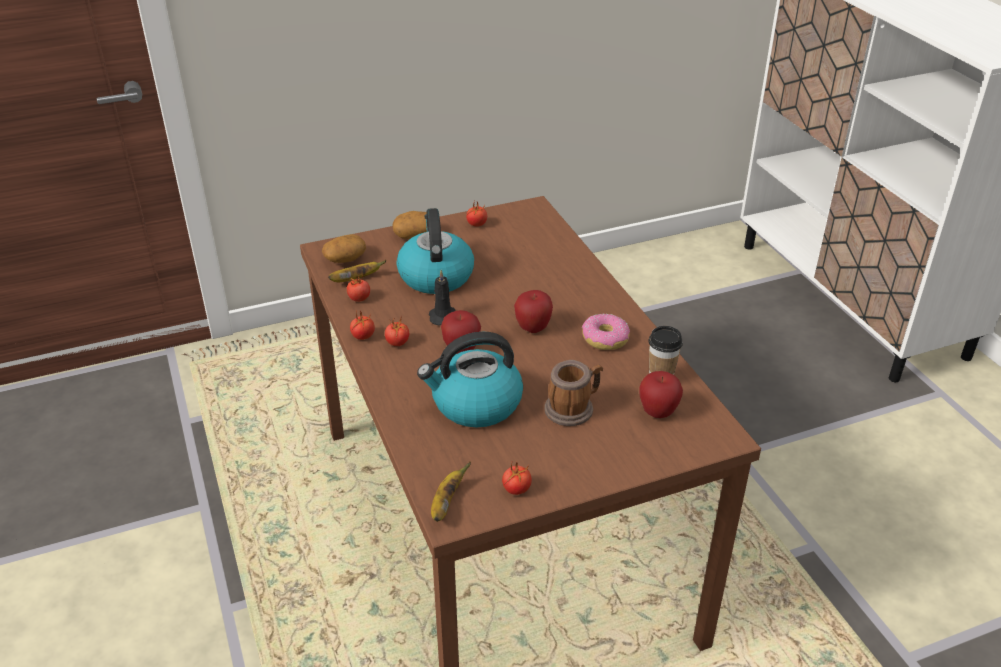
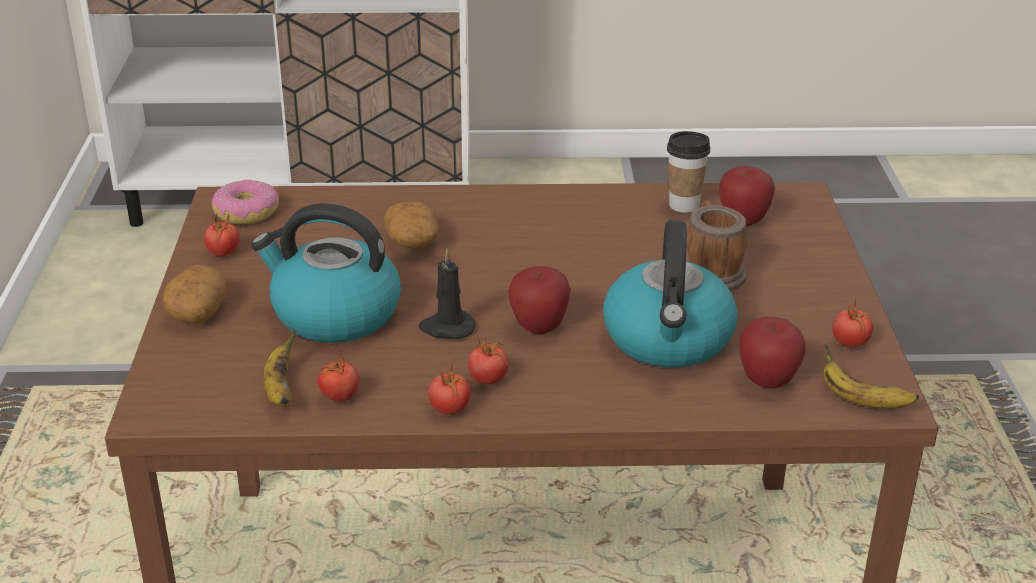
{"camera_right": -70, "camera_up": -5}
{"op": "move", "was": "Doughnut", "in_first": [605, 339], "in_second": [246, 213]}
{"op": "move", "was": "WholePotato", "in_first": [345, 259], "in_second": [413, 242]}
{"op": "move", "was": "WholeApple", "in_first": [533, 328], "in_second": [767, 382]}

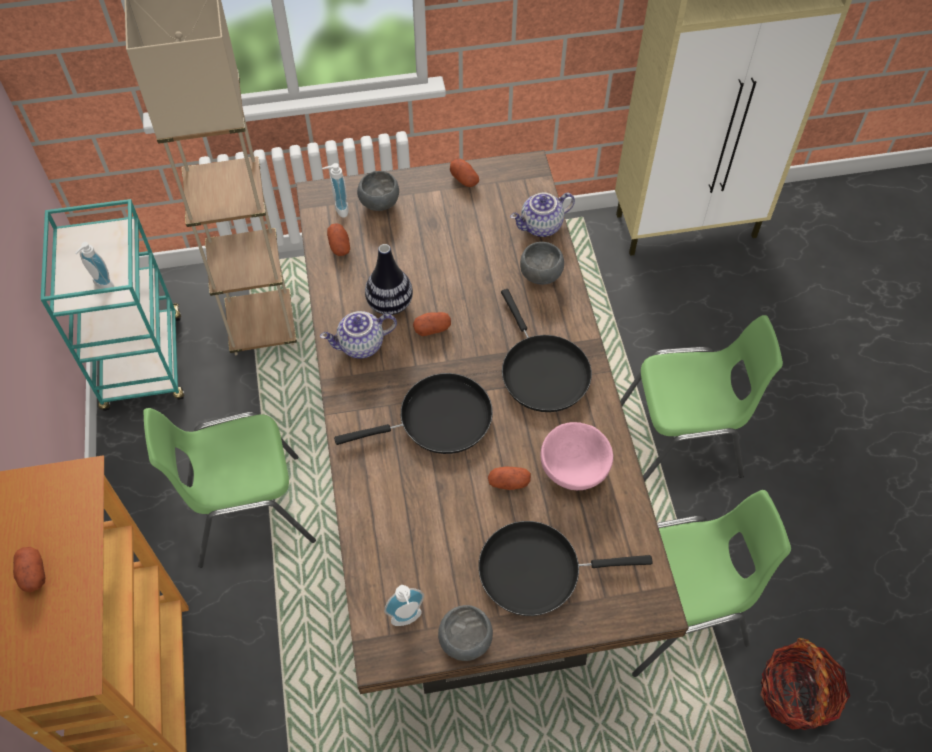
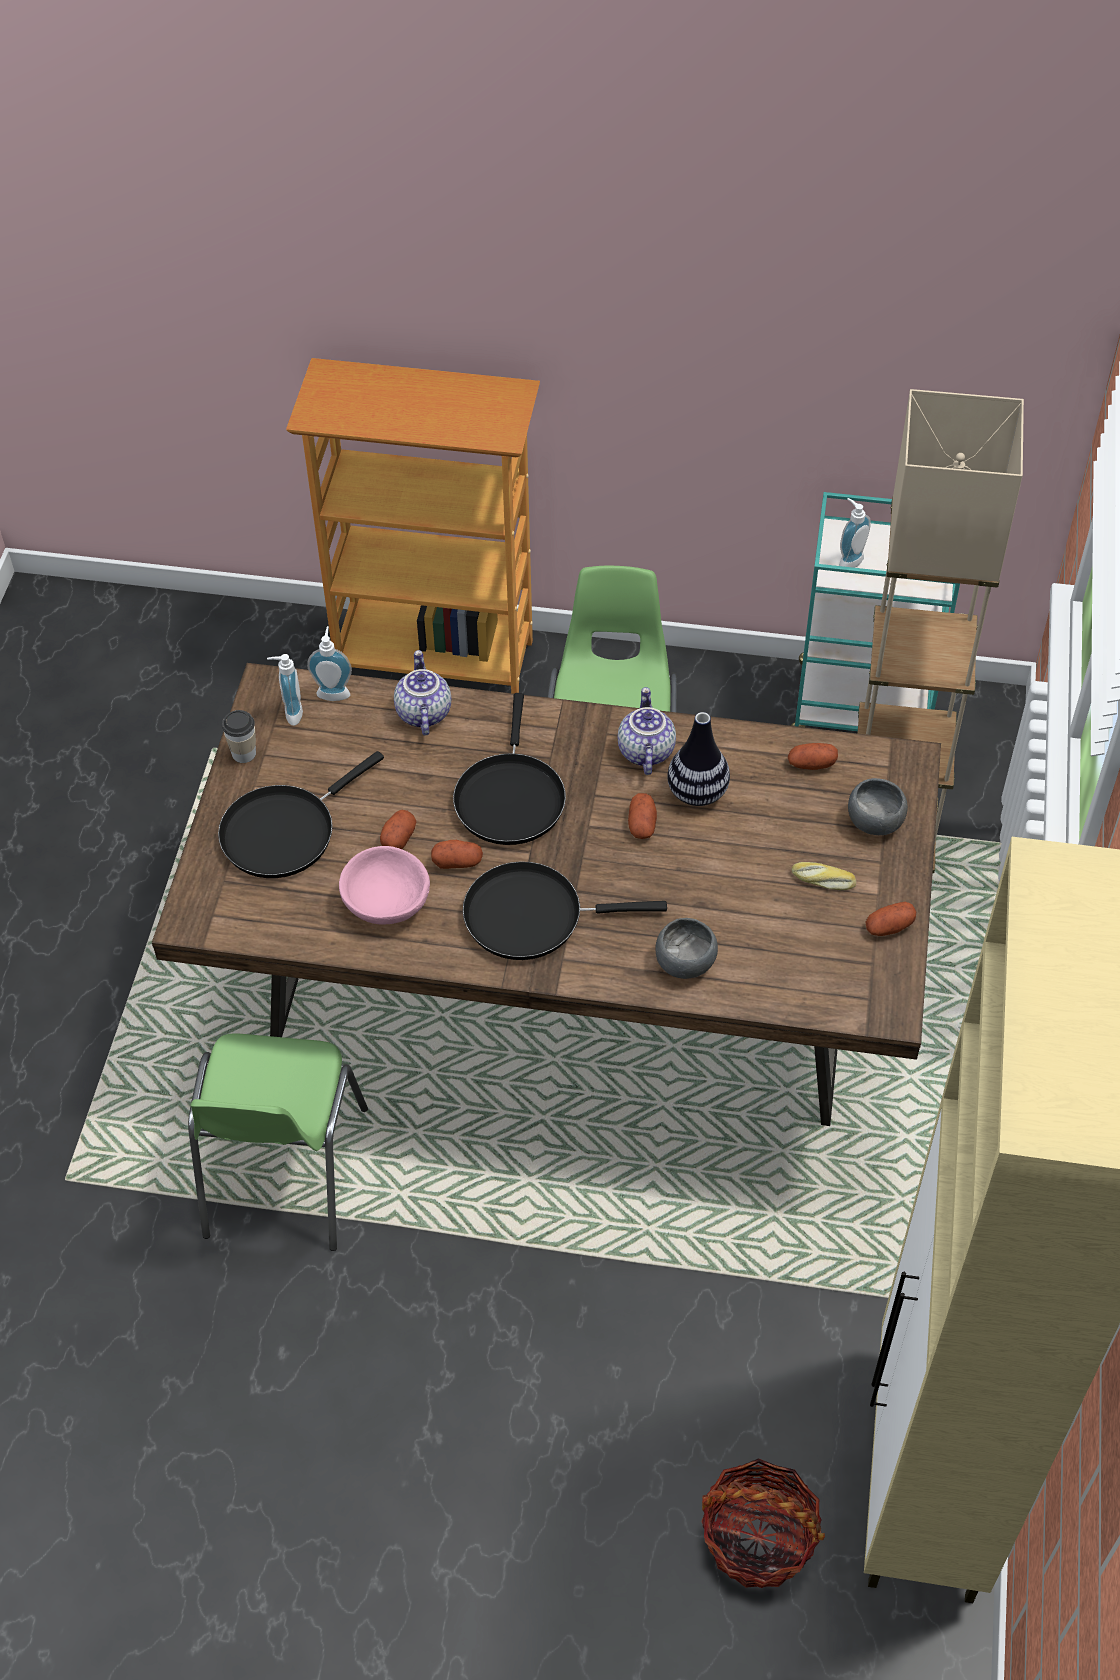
{"camera_right": 110, "camera_up": -5}
{"op": "rotate", "was": "BlackFryingPan", "in_first": [537, 570], "in_second": [284, 831], "clockwise": -150}
{"op": "replace", "was": "GrayServingBowl", "now": "DrinkingCup", "in_first": [467, 640], "in_second": [244, 753]}
{"op": "move", "was": "LiquidSoapBottle", "in_first": [338, 209], "in_second": [334, 692]}
{"op": "move", "was": "Teapot", "in_first": [541, 227], "in_second": [422, 713]}
{"op": "move", "was": "WholePotato", "in_first": [32, 573], "in_second": [457, 862]}
{"op": "move", "was": "HouseholdBasket", "in_first": [796, 694], "in_second": [757, 1538]}
{"op": "insert", "now": "Bread", "in_second": [822, 881]}
{"op": "delete", "was": "GreenishUprightChair", "in_first": [680, 443]}

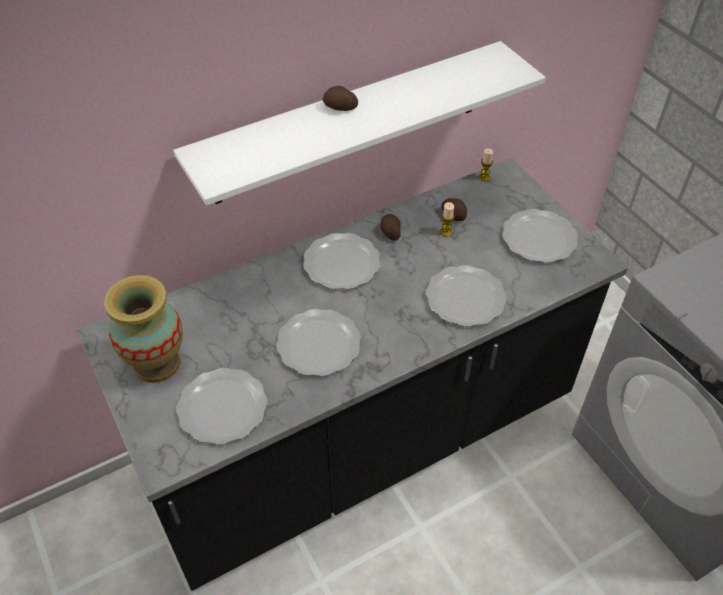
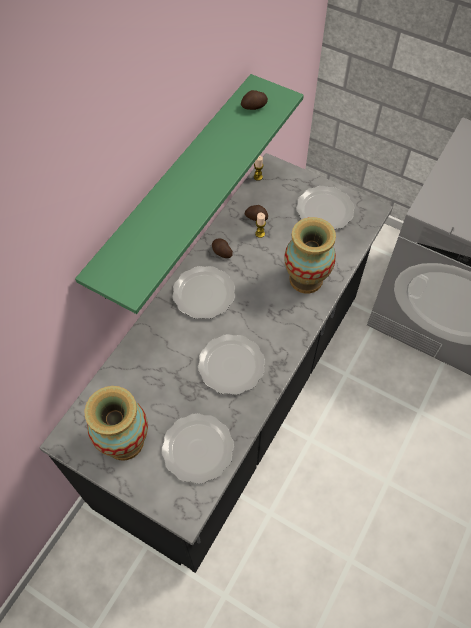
{"camera_right": -30, "camera_up": 10}
{"op": "recolor", "was": "WhitishShelf", "now": "GreenishShelf", "in_first": [349, 123], "in_second": [174, 187]}
{"op": "move", "was": "WholePotato", "in_first": [340, 108], "in_second": [254, 107]}
{"op": "replace", "was": "Plate", "now": "DecorativeVase", "in_first": [466, 297], "in_second": [306, 279]}

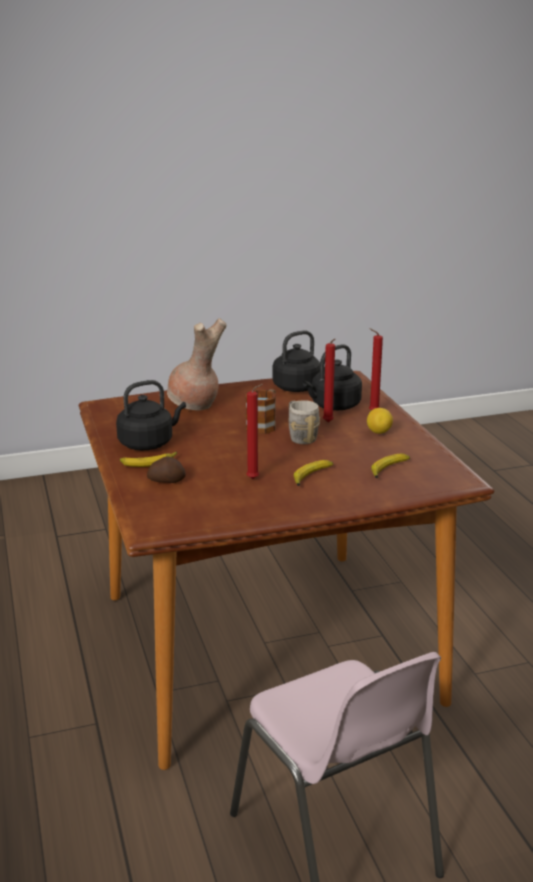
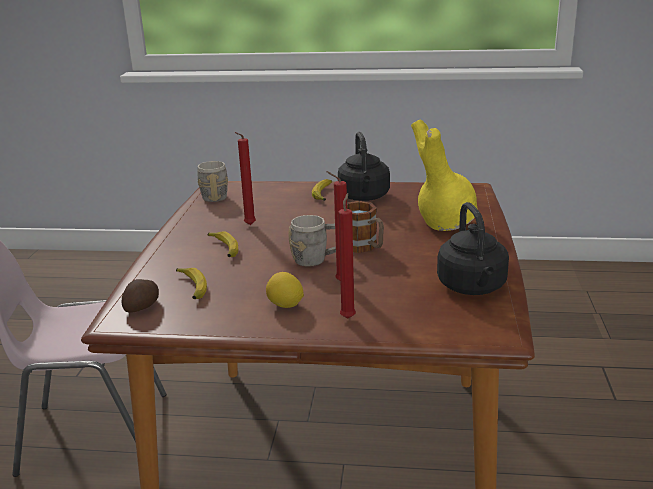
{"camera_right": 115, "camera_up": 0}
{"op": "move", "was": "WholePotato", "in_first": [166, 480], "in_second": [143, 307]}
{"op": "insert", "now": "GrayTeaMug", "in_second": [214, 195]}
{"op": "recolor", "was": "BrownColouredDecorativeVase", "now": "YellowishDecorativeVase", "in_first": [194, 406], "in_second": [443, 223]}
{"op": "delete", "was": "BlackTeaKettle", "in_first": [333, 406]}

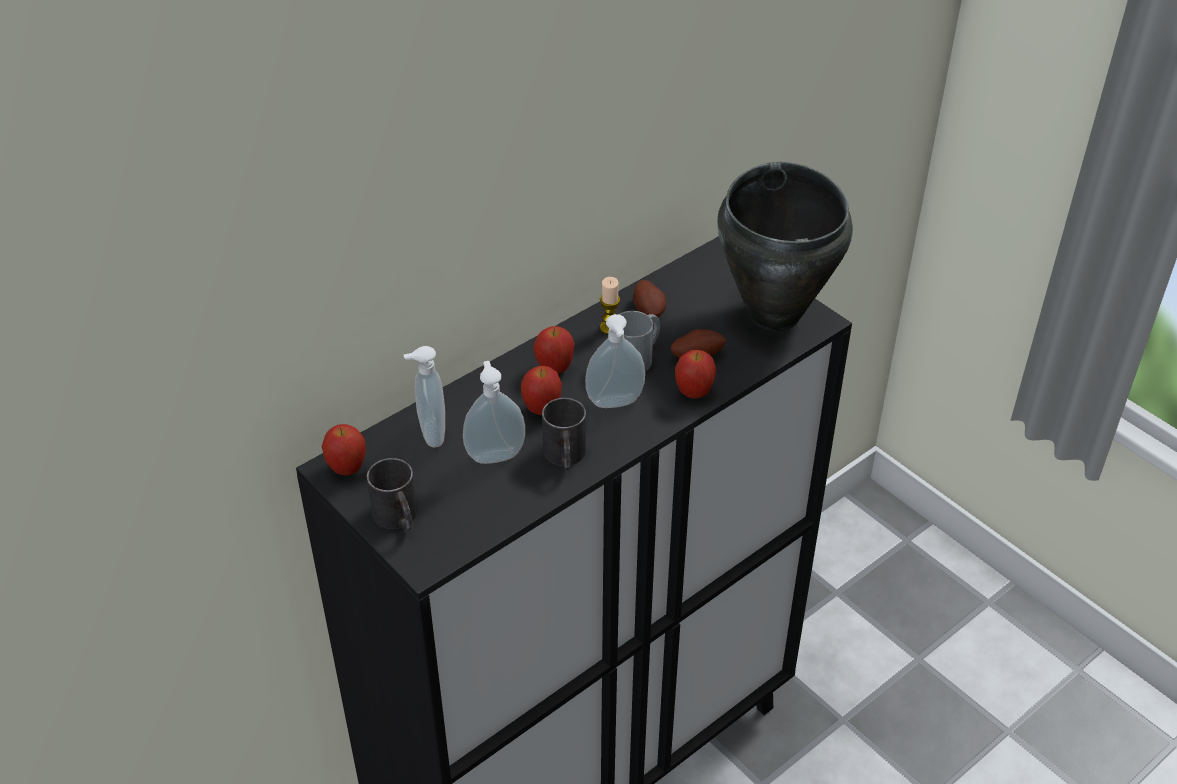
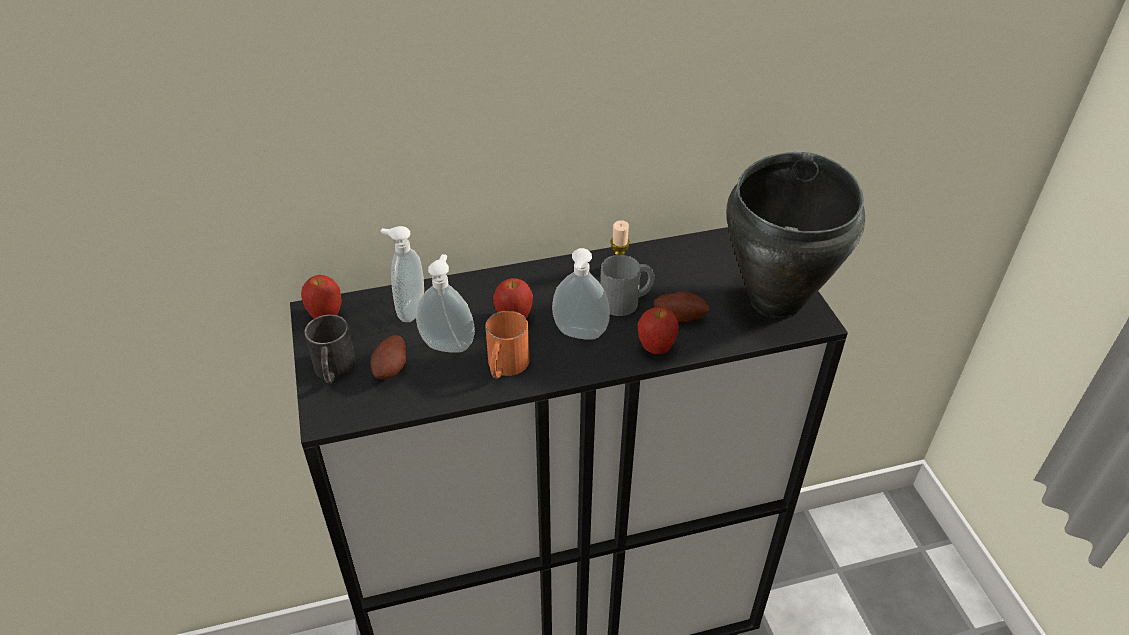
{"camera_right": 25, "camera_up": 0}
{"op": "move", "was": "WholePotato", "in_first": [649, 311], "in_second": [392, 369]}
{"op": "recolor", "was": "BlackTeaMug", "now": "OrangeColouredTeaMug", "in_first": [565, 457], "in_second": [505, 367]}
{"op": "delete", "was": "WholeApple", "in_first": [554, 369]}

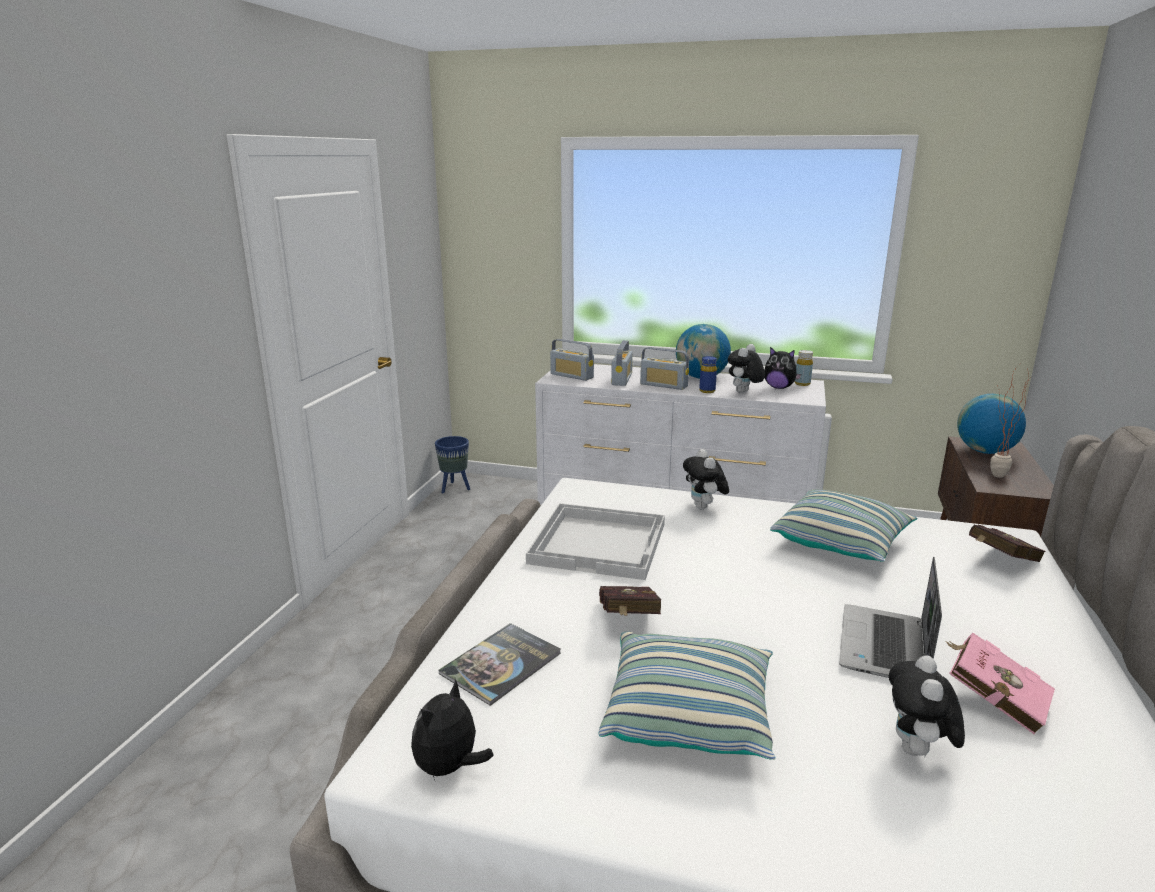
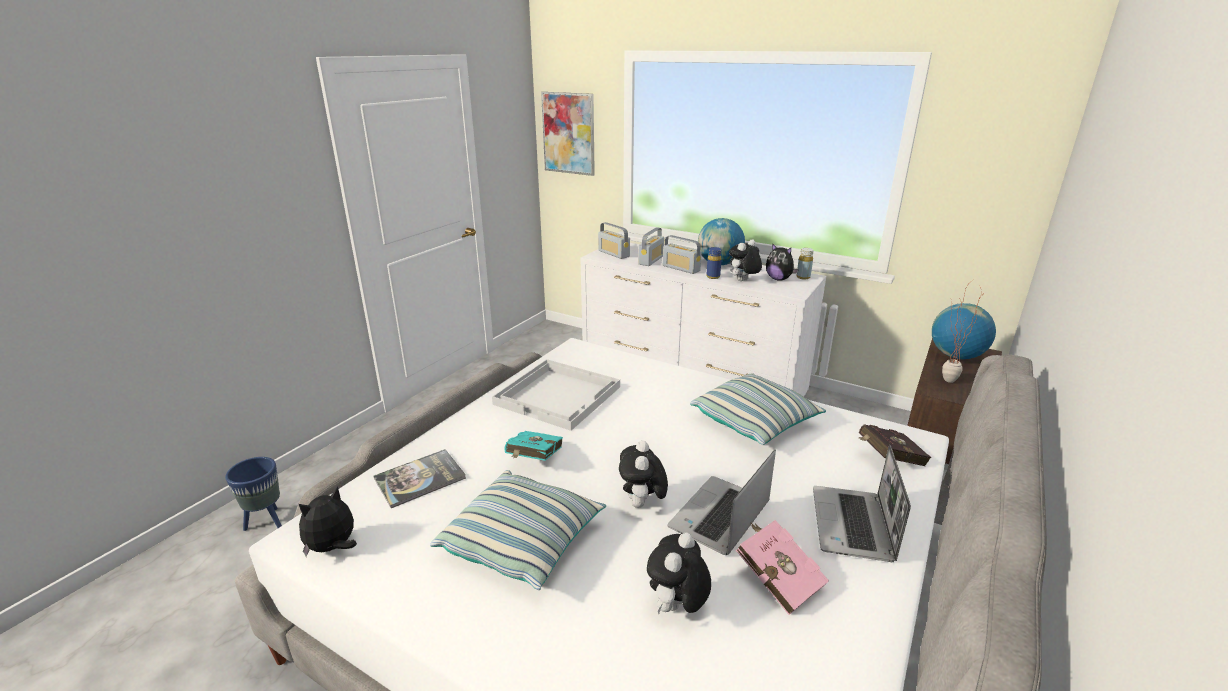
{"camera_right": 15, "camera_up": 5}
{"op": "move", "was": "BluishFlowerPot", "in_first": [454, 488], "in_second": [267, 522]}
{"op": "recolor", "was": "ReddishBoundBook", "now": "TurquoiseBoundBook", "in_first": [627, 620], "in_second": [533, 460]}
{"op": "insert", "now": "WallArt", "in_second": [569, 133]}
{"op": "move", "was": "PlushToy", "in_first": [704, 507], "in_second": [642, 505]}
{"op": "insert", "now": "NotebookComputer", "in_second": [853, 525]}

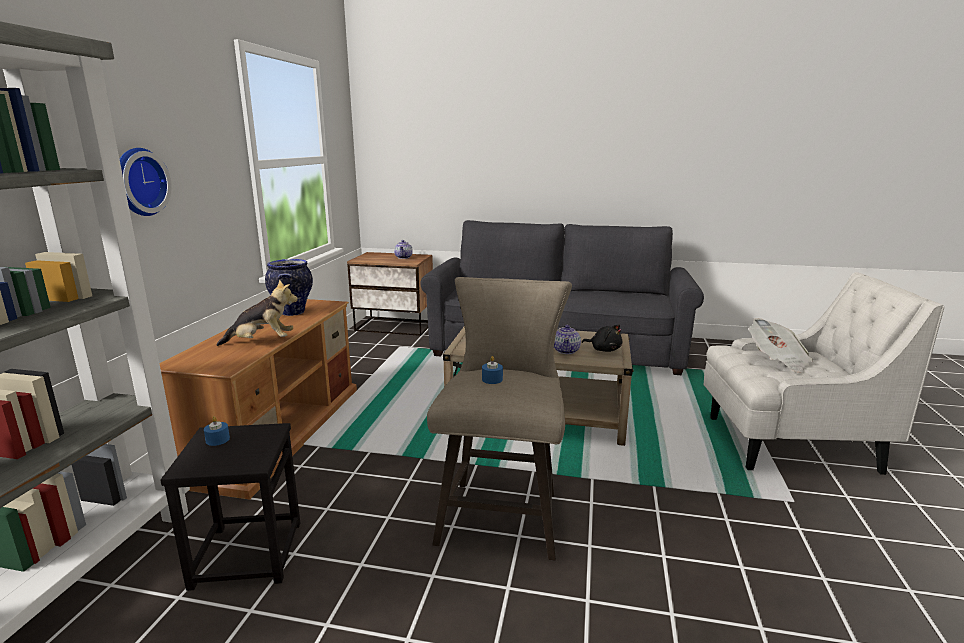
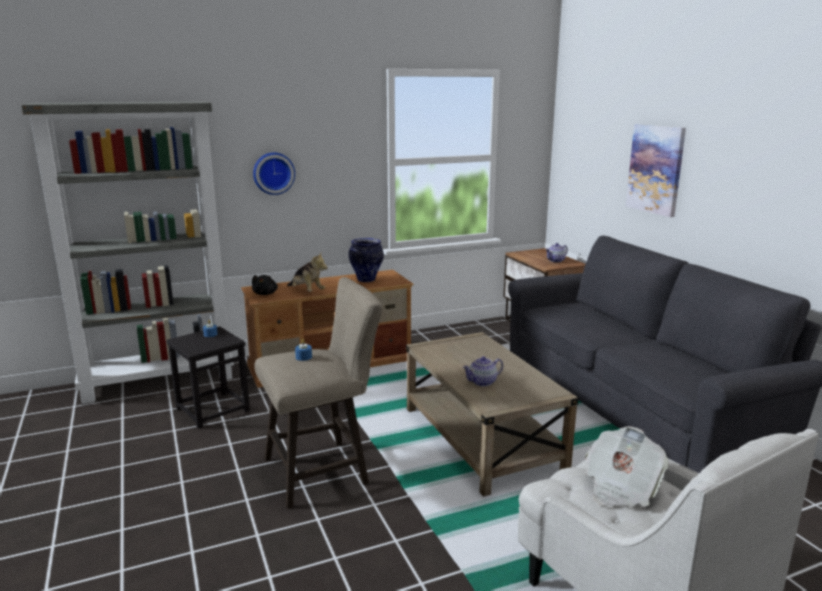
{"camera_right": 55, "camera_up": 0}
{"op": "move", "was": "BlackPlushToy", "in_first": [604, 350], "in_second": [265, 293]}
{"op": "insert", "now": "WallArt", "in_second": [655, 169]}

